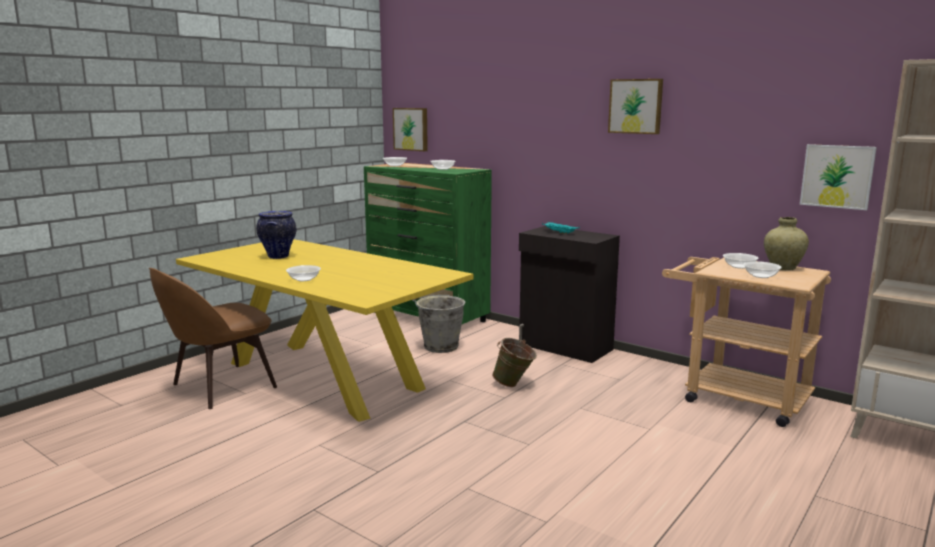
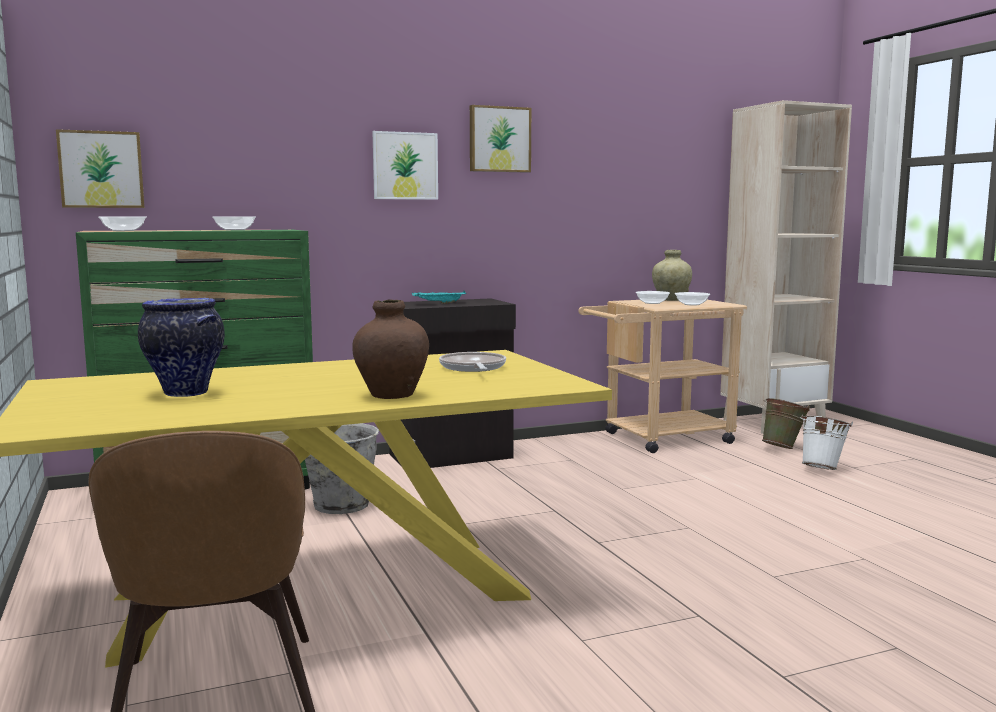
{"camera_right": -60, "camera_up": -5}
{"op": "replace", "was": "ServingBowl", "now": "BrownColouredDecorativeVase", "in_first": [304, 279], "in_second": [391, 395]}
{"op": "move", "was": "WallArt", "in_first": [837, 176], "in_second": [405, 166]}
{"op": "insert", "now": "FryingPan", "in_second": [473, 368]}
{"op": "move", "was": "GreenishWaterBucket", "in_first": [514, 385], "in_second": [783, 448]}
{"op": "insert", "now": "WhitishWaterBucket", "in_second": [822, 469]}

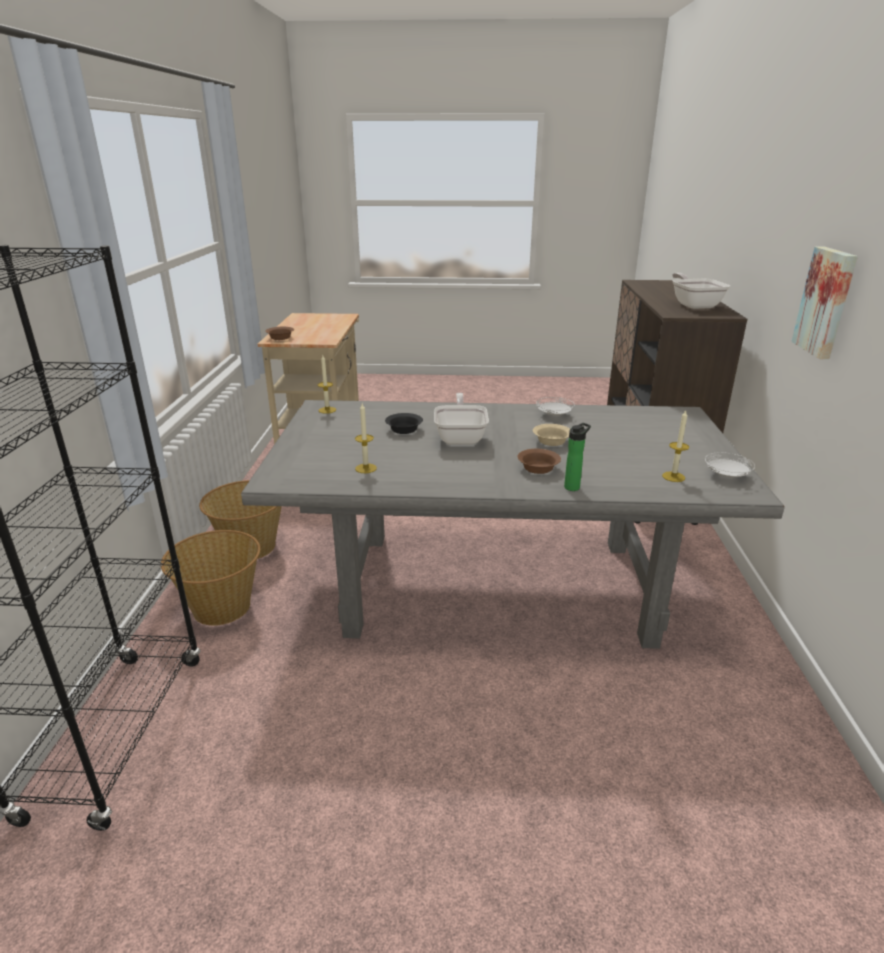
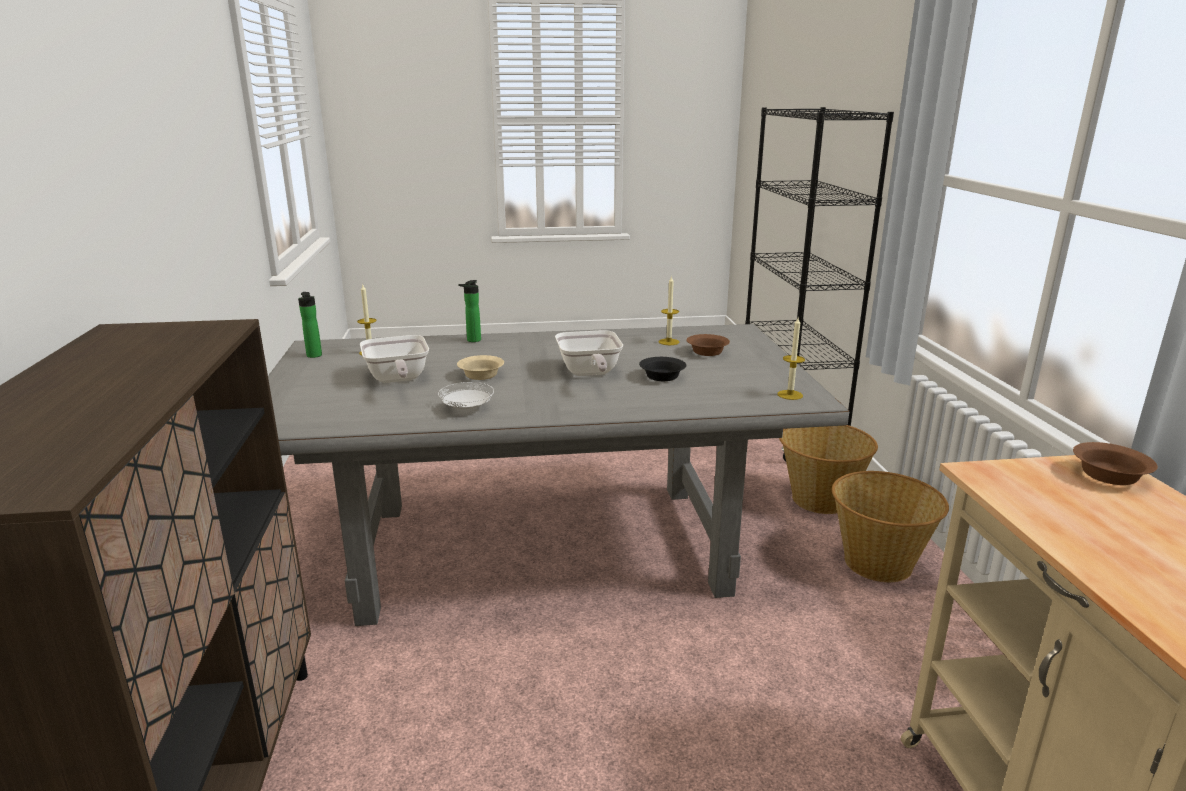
{"camera_right": 170, "camera_up": -5}
{"op": "replace", "was": "WhitishPlate", "now": "Bottle", "in_first": [726, 476], "in_second": [315, 356]}
{"op": "move", "was": "FryingPan", "in_first": [694, 305], "in_second": [397, 380]}
{"op": "move", "was": "BrownColouredServingBowl", "in_first": [538, 469], "in_second": [707, 352]}
{"op": "delete", "was": "WallArt", "in_first": [826, 302]}

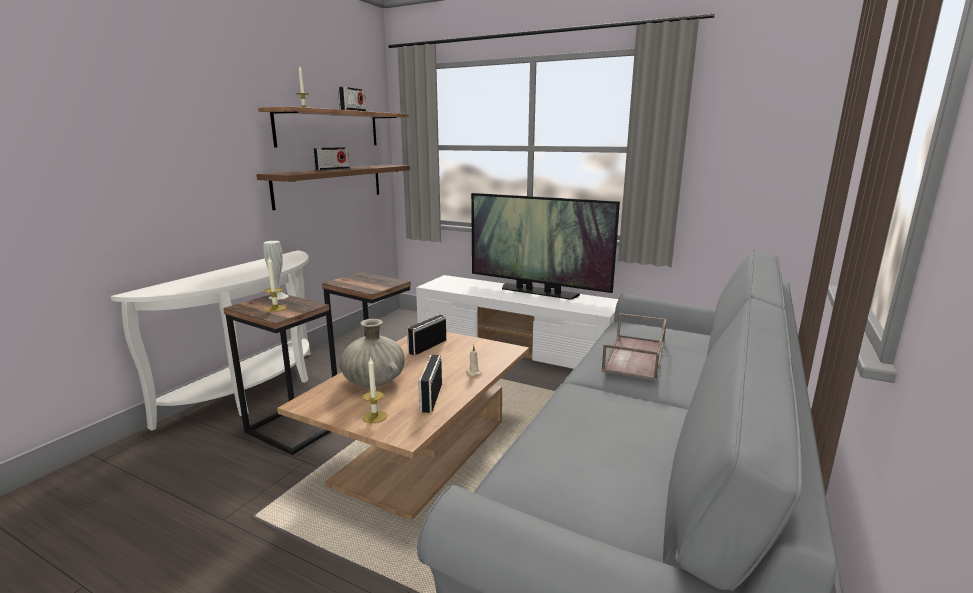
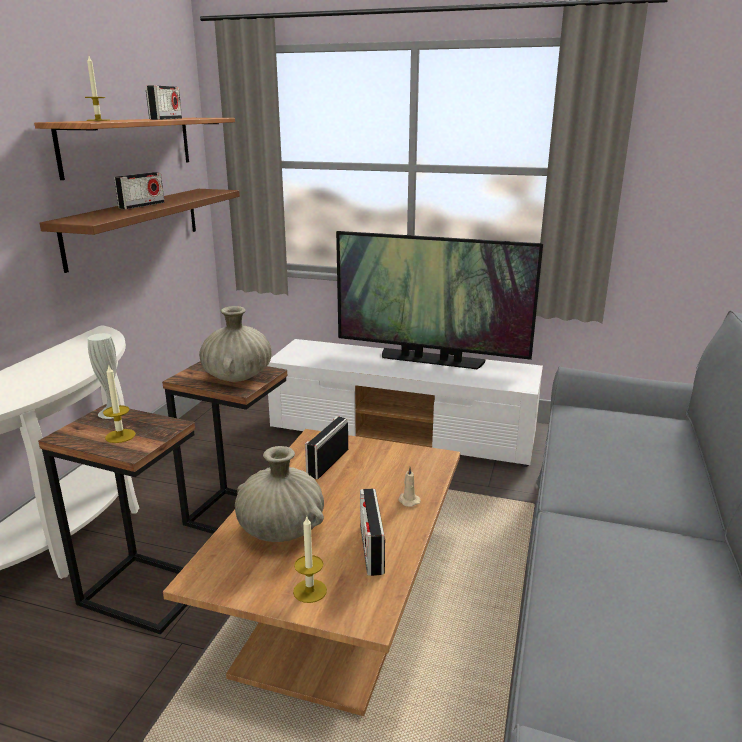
{"camera_right": -10, "camera_up": 5}
{"op": "insert", "now": "BeigeDecorativeVase", "in_second": [238, 376]}
{"op": "delete", "was": "BrownColouredServingTray", "in_first": [635, 357]}

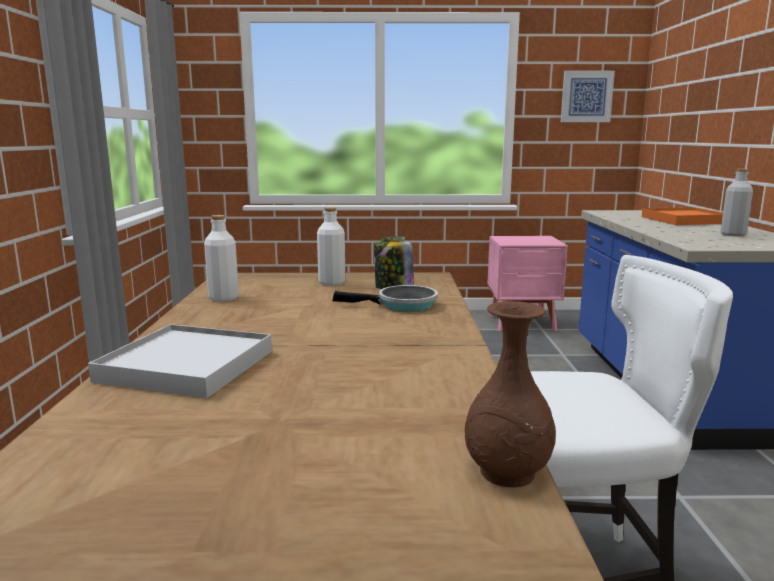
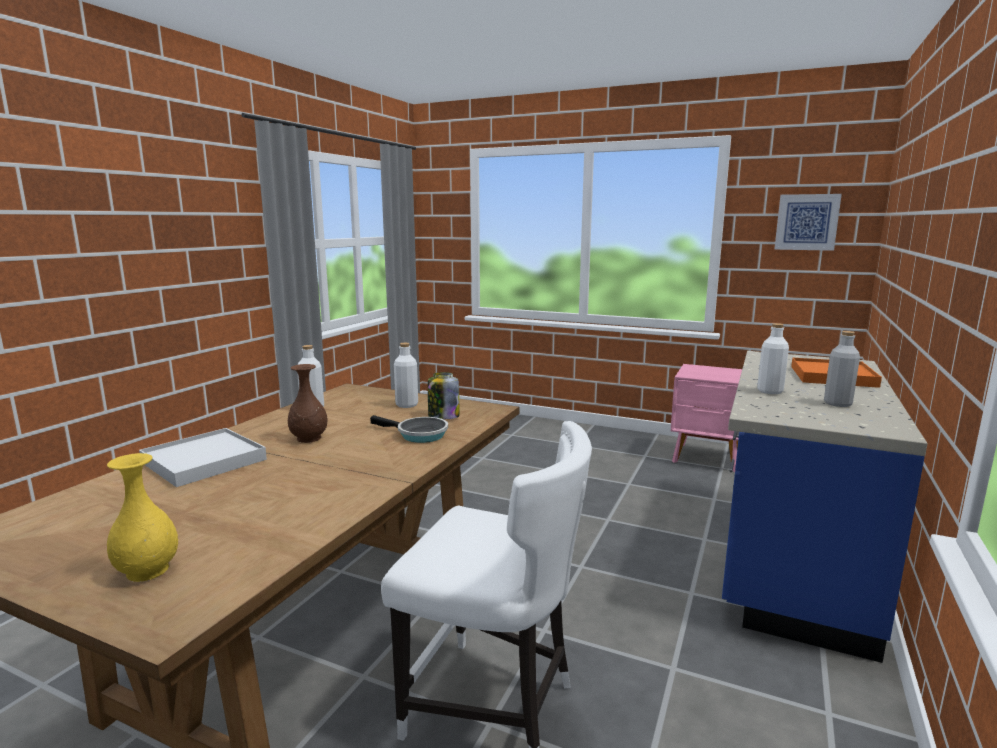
{"camera_right": 25, "camera_up": 0}
{"op": "insert", "now": "YellowishDecorativeVase", "in_second": [148, 570]}
{"op": "move", "was": "BrownColouredDecorativeVase", "in_first": [506, 473], "in_second": [308, 438]}
{"op": "insert", "now": "WhitishBottle", "in_second": [770, 391]}

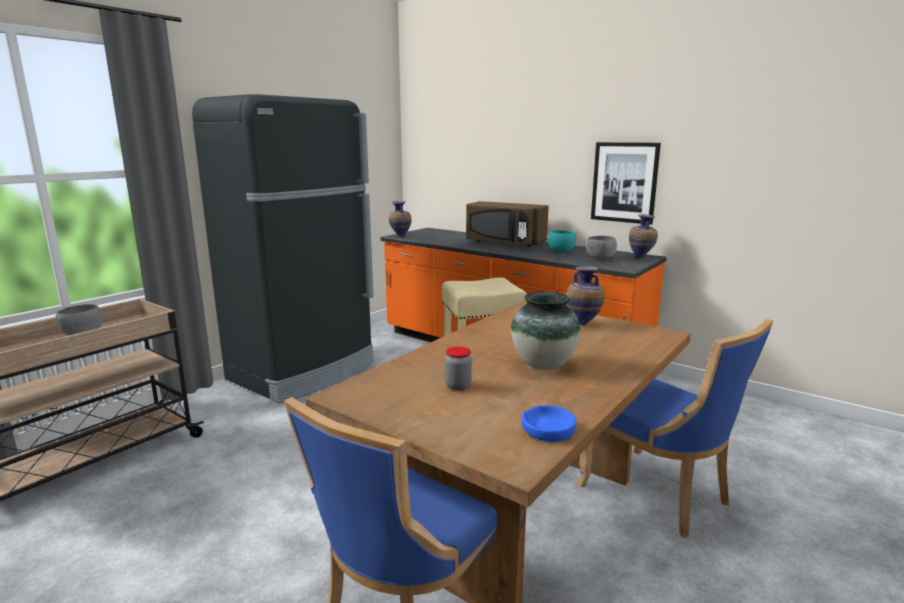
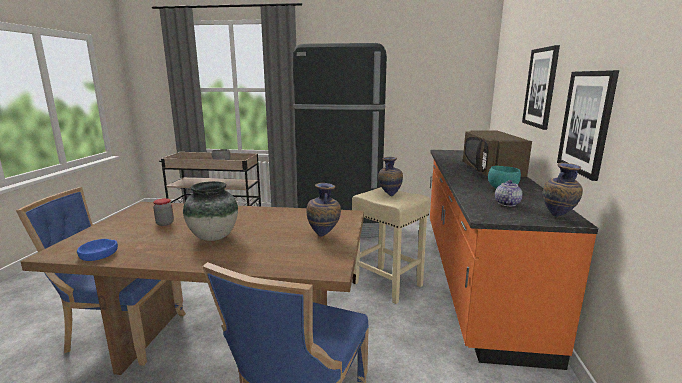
{"camera_right": 60, "camera_up": 0}
{"op": "move", "was": "DecorativeVase", "in_first": [400, 236], "in_second": [389, 195]}
{"op": "replace", "was": "GrayServingBowl", "now": "Teapot", "in_first": [600, 258], "in_second": [506, 204]}
{"op": "insert", "now": "WallArt", "in_second": [541, 87]}

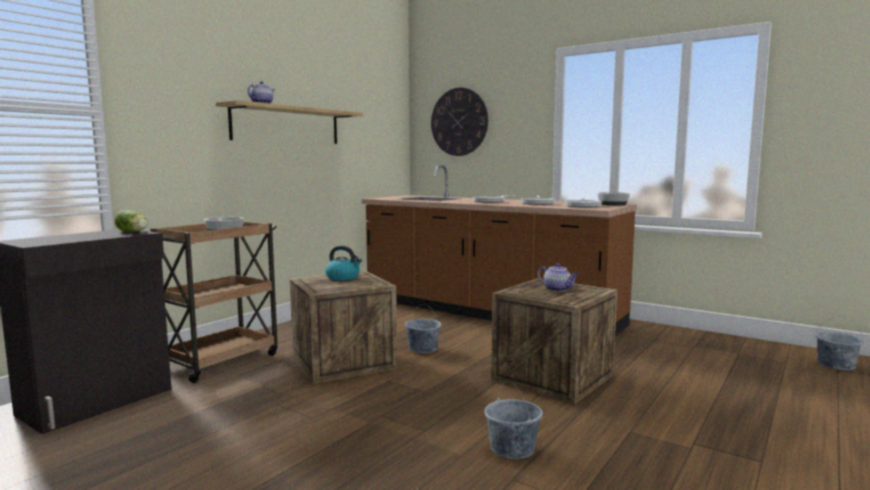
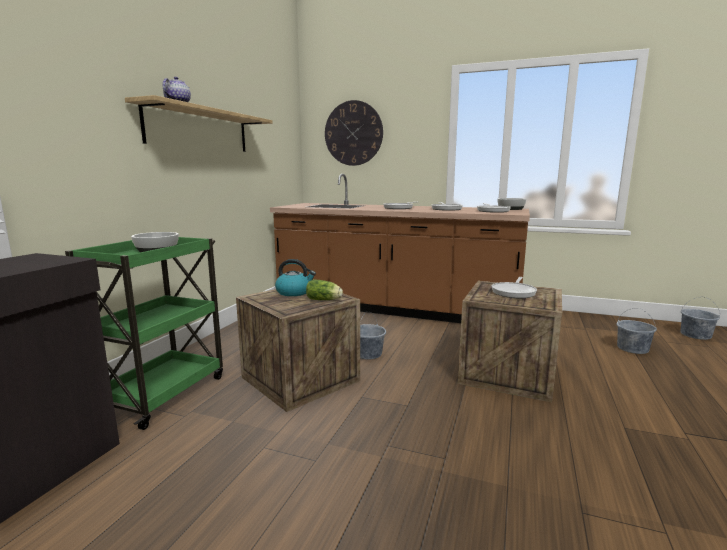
{"camera_right": -15, "camera_up": 5}
{"op": "recolor", "was": "BrownColouredTrolley", "now": "GreenishTrolley", "in_first": [221, 361], "in_second": [163, 393]}
{"op": "move", "was": "LettuceHead", "in_first": [133, 232], "in_second": [325, 300]}
{"op": "replace", "was": "Teapot", "now": "FryingPan", "in_first": [557, 289], "in_second": [514, 292]}
{"op": "move", "was": "GrayWaterBucket", "in_first": [513, 448], "in_second": [633, 349]}

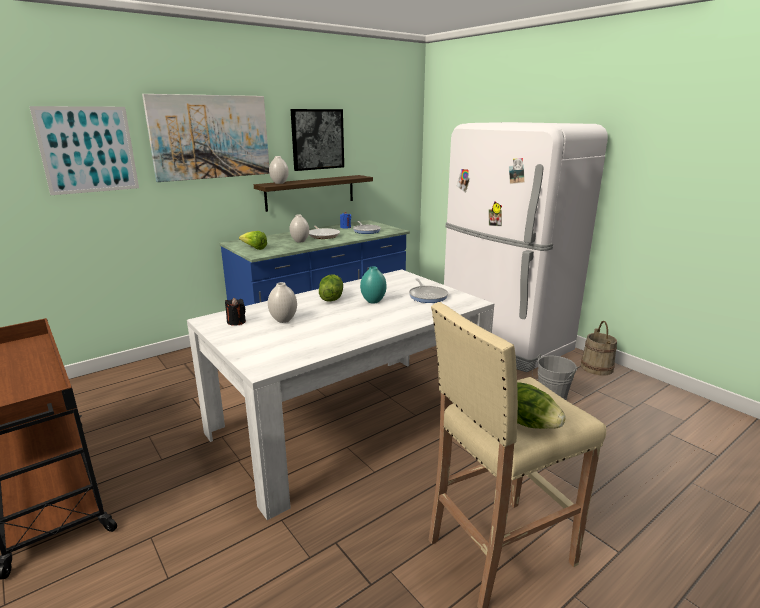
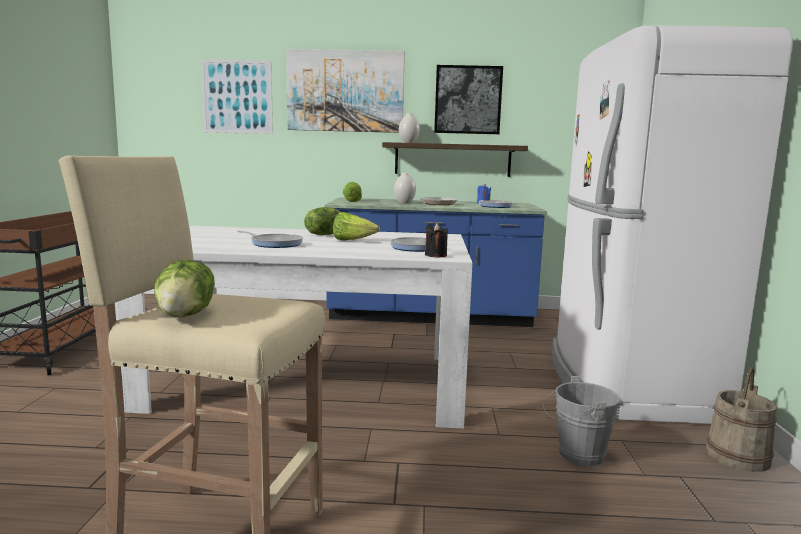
{"camera_right": 40, "camera_up": -10}
{"op": "insert", "now": "FryingPan", "in_second": [274, 244]}
{"op": "replace", "was": "TurquoiseDecorativeVase", "now": "LettuceHead", "in_first": [373, 301], "in_second": [352, 241]}
{"op": "move", "was": "BlackWaxCandle", "in_first": [236, 322], "in_second": [435, 255]}
{"op": "delete", "was": "WhitishDecorativeVase", "in_first": [283, 320]}

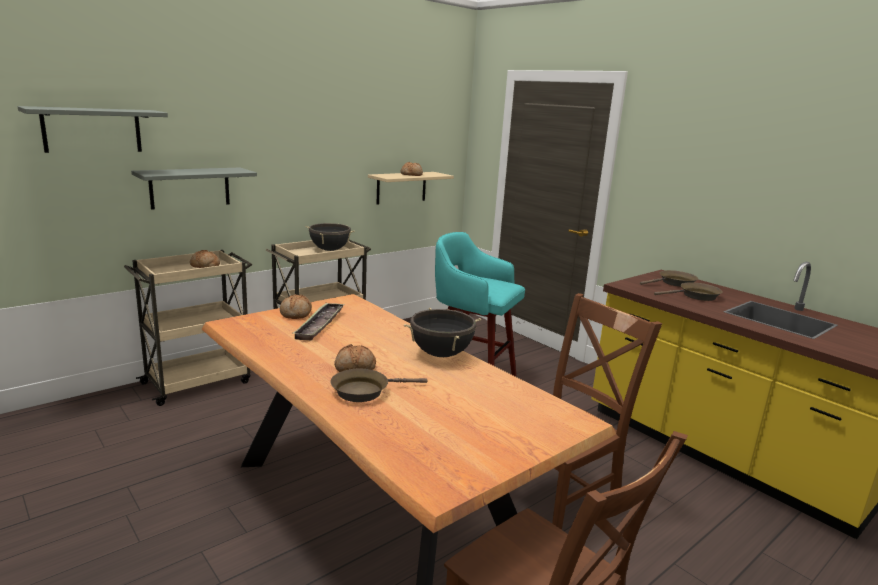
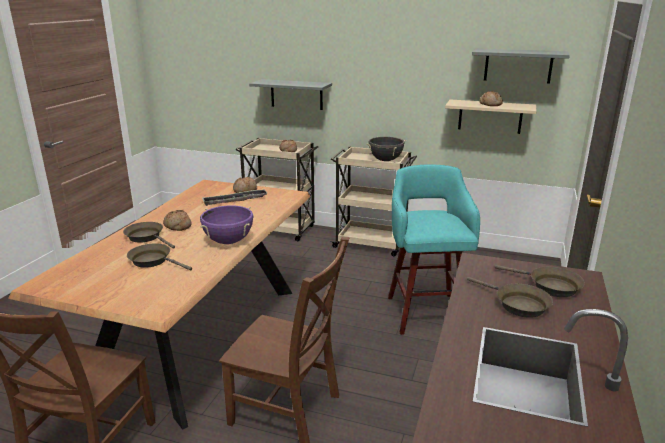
{"camera_right": 60, "camera_up": 5}
{"op": "insert", "now": "BrownColouredFryingPan", "in_second": [153, 261]}
{"op": "recolor", "was": "BlackCookingPot", "now": "PurpleCookingPot", "in_first": [441, 354], "in_second": [228, 241]}
{"op": "move", "was": "GrayShelf", "in_first": [92, 130], "in_second": [518, 66]}

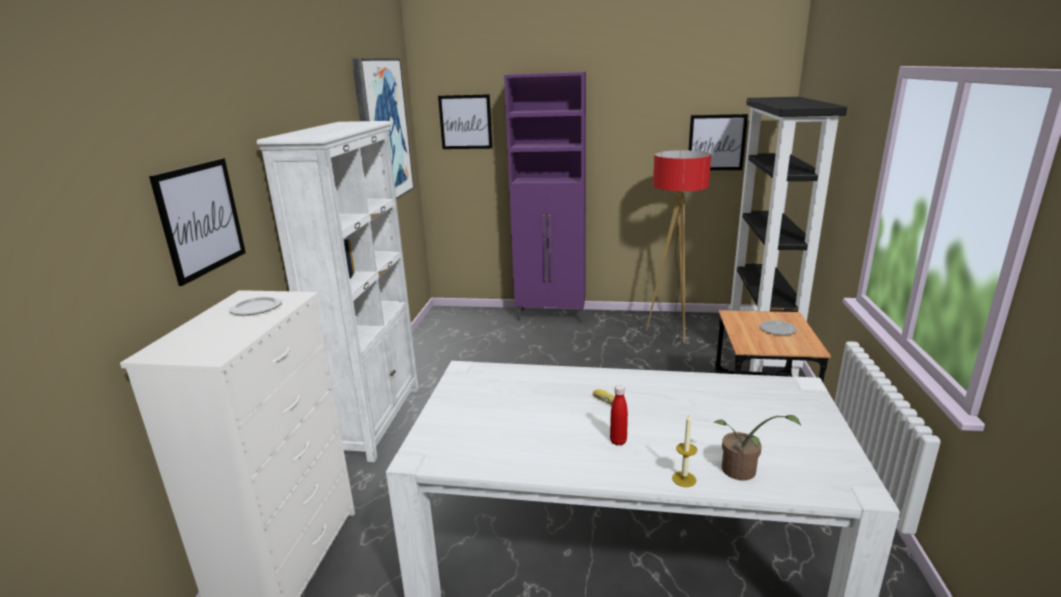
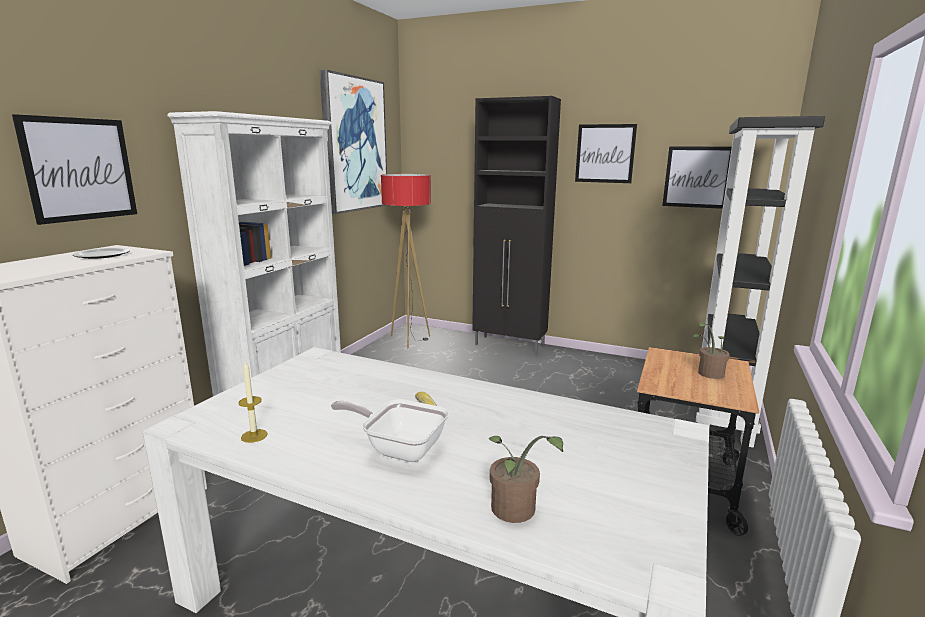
{"camera_right": 15, "camera_up": -5}
{"op": "move", "was": "WaxCandle", "in_first": [684, 479], "in_second": [254, 436]}
{"op": "replace", "was": "ReddishBottle", "now": "FryingPan", "in_first": [618, 441], "in_second": [399, 448]}
{"op": "move", "was": "StandardLamp", "in_first": [671, 333], "in_second": [410, 340]}
{"op": "recolor", "was": "PurpleStorageCabinet", "now": "BlackStorageCabinet", "in_first": [551, 316], "in_second": [510, 345]}
{"op": "move", "was": "WallArt", "in_first": [465, 122], "in_second": [605, 153]}
{"op": "replace", "was": "Plate", "now": "PottedPlant", "in_first": [778, 329], "in_second": [708, 374]}

